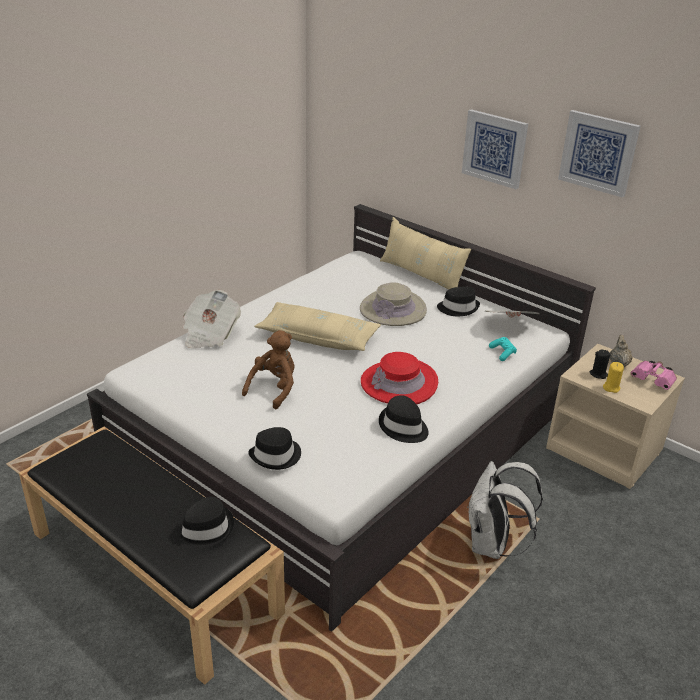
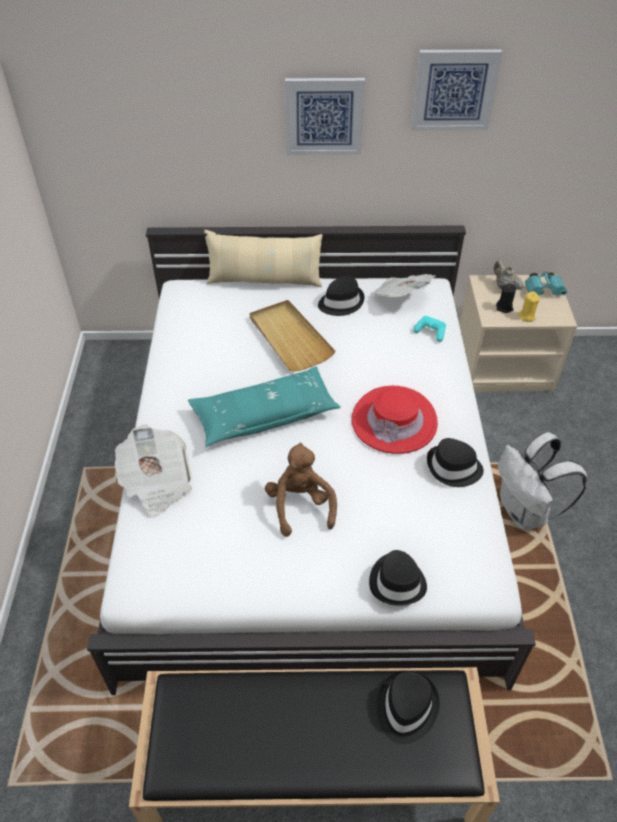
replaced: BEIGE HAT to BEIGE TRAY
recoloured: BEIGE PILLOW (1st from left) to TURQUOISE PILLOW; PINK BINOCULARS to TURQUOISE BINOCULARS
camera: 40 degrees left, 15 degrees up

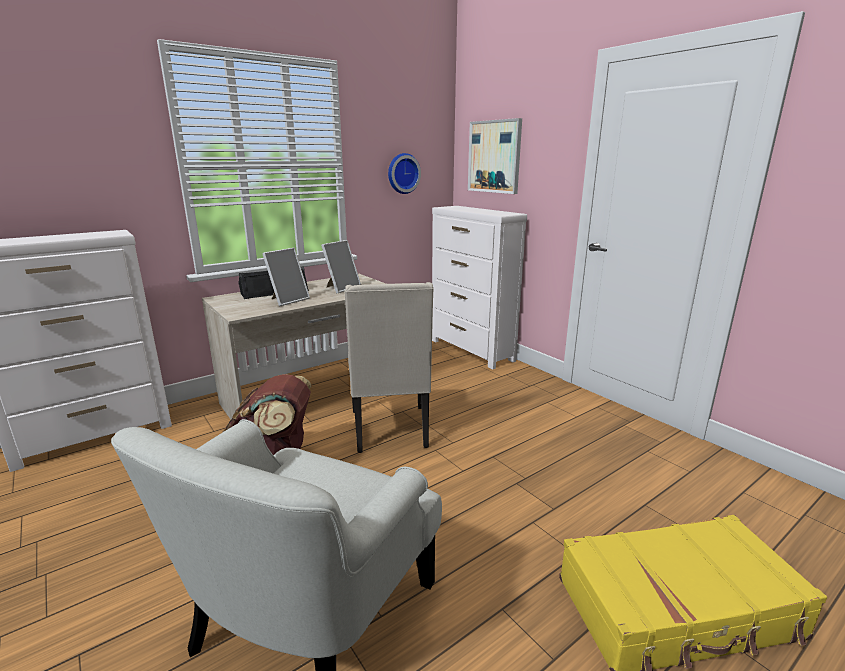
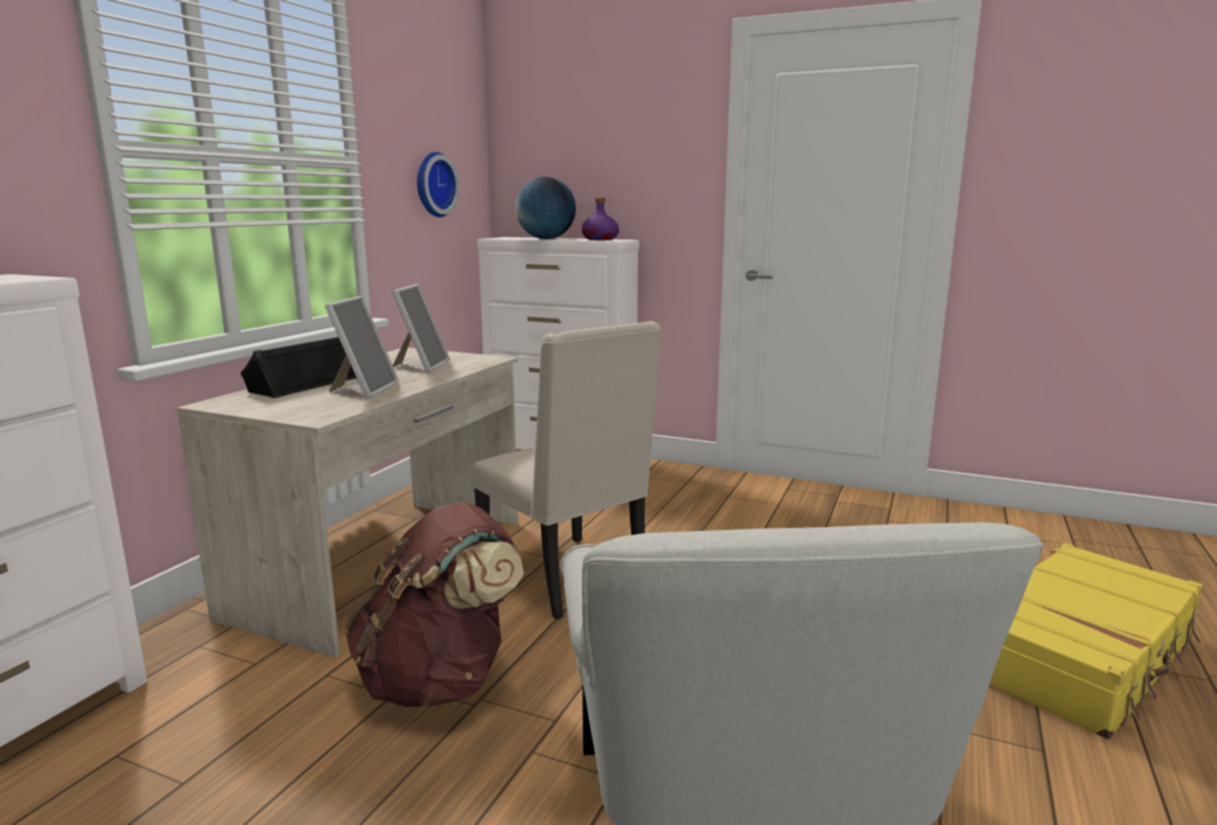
removed: PICTURE
added: GLOBE; PURPLE BOTTLE
camera: 30 degrees left, 5 degrees down

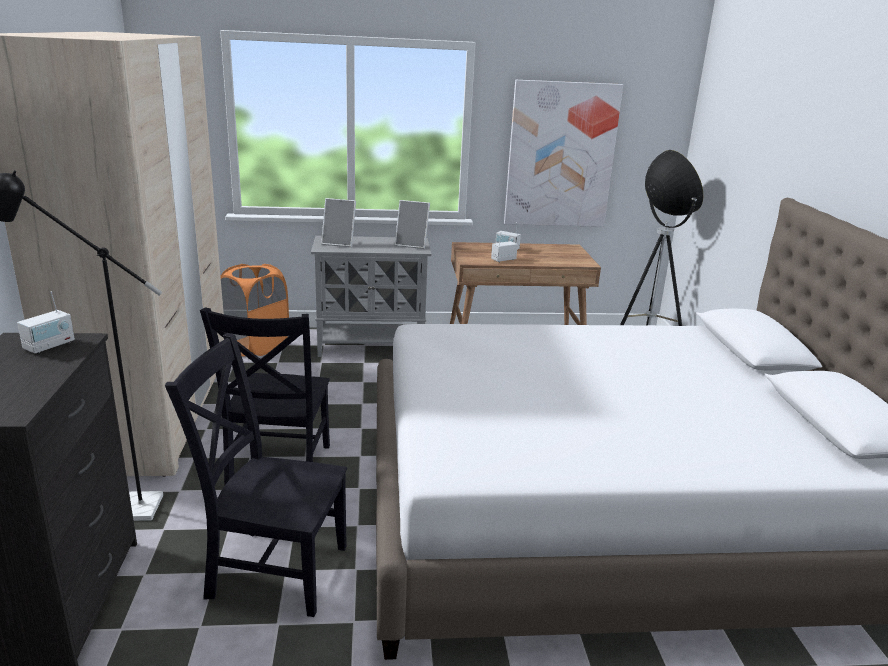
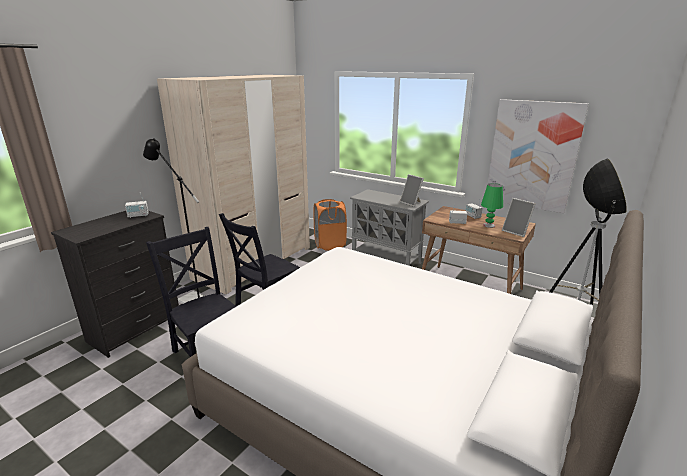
added: GREEN TABLE LAMP
moved: PICTURE FRAME (1st from left in the first image) to PICTURE FRAME (2nd from left)
camera: 40 degrees right, 0 degrees up

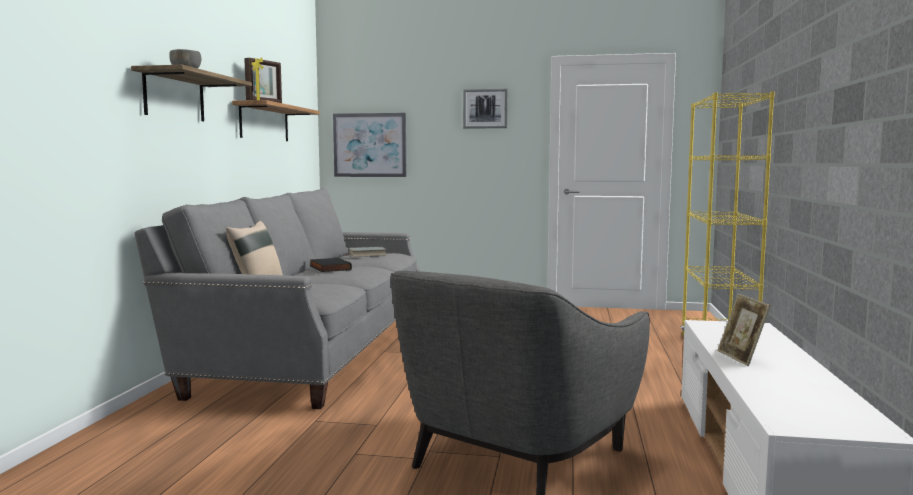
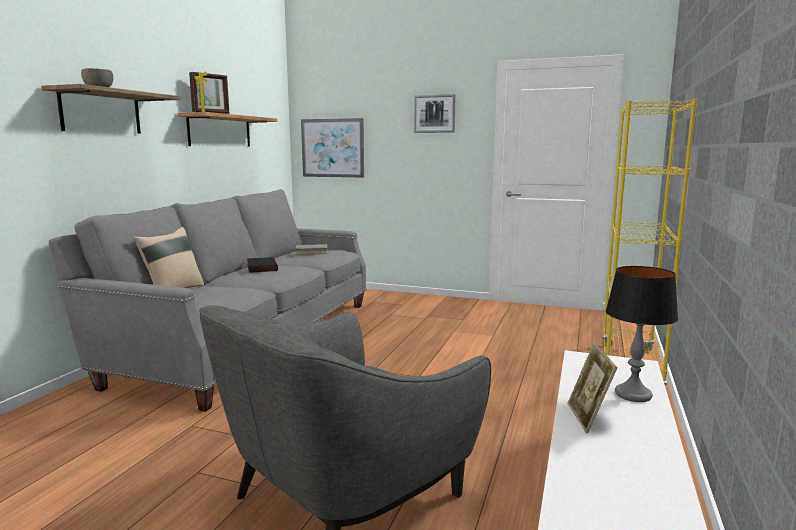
added: TABLE LAMP
camera: 10 degrees right, 5 degrees up

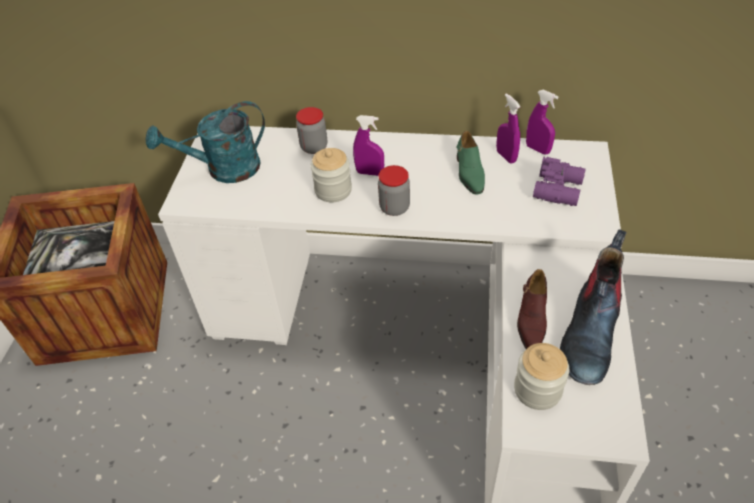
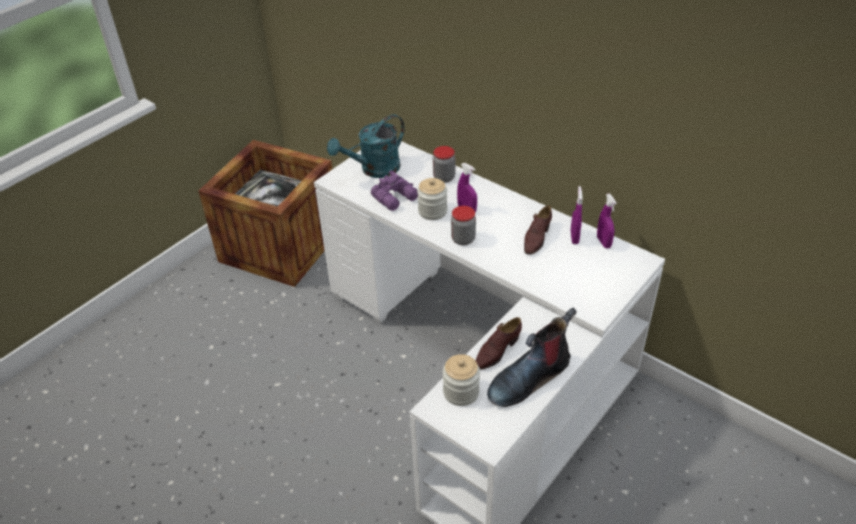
moved: PURPLE BINOCULARS
recoloured: GREEN SHOE to BROWN SHOE (2nd from left)
turned: TURQUOISE WATERING CAN 45 degrees counterclockwise
camera: 30 degrees right, 5 degrees down

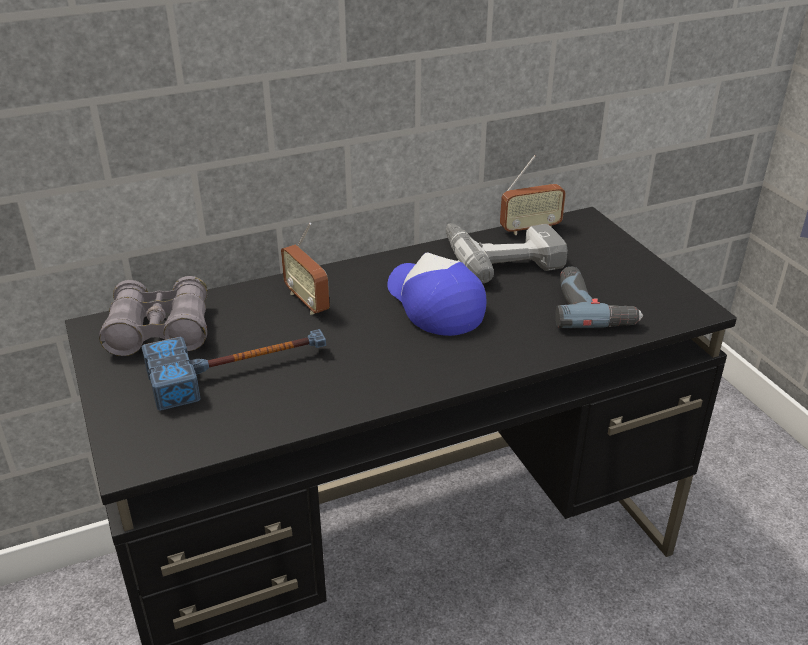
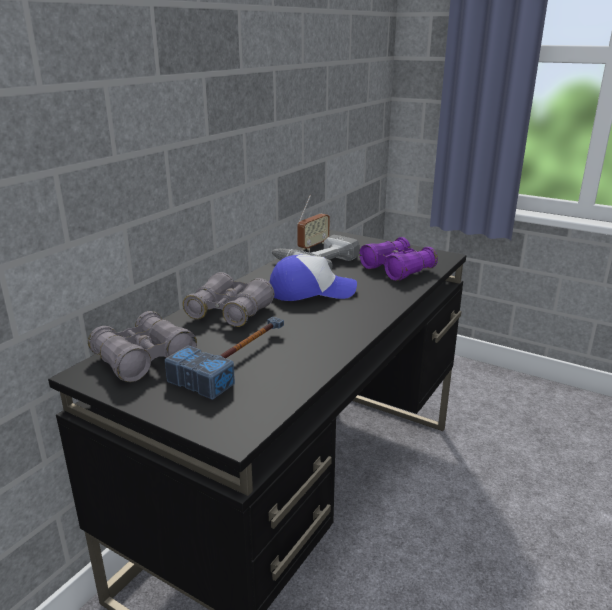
replaced: RADIO (1st from left) to GREY BINOCULARS (2nd from left); POWER DRILL (2nd from left) to PURPLE BINOCULARS
turned: CAP 150 degrees clockwise
camera: 35 degrees left, 10 degrees down

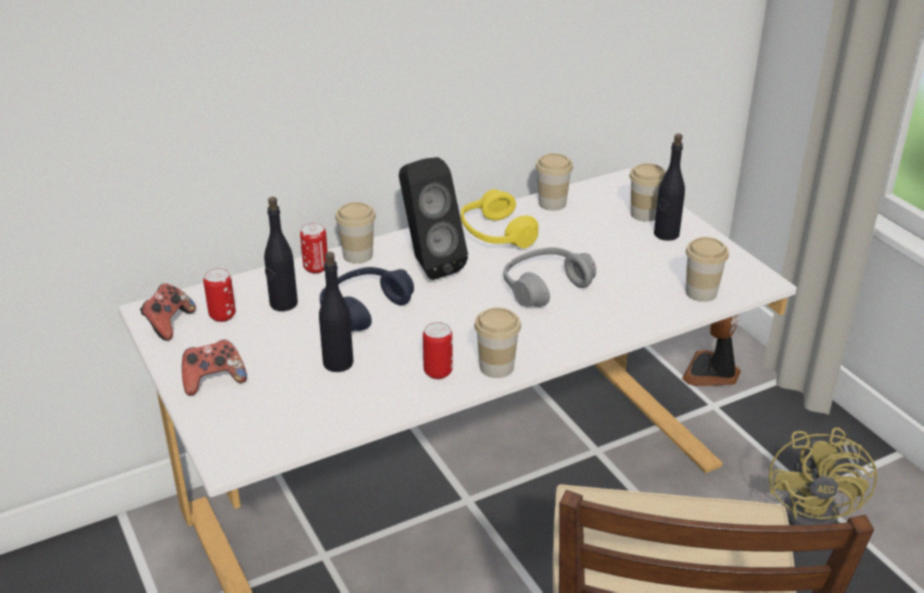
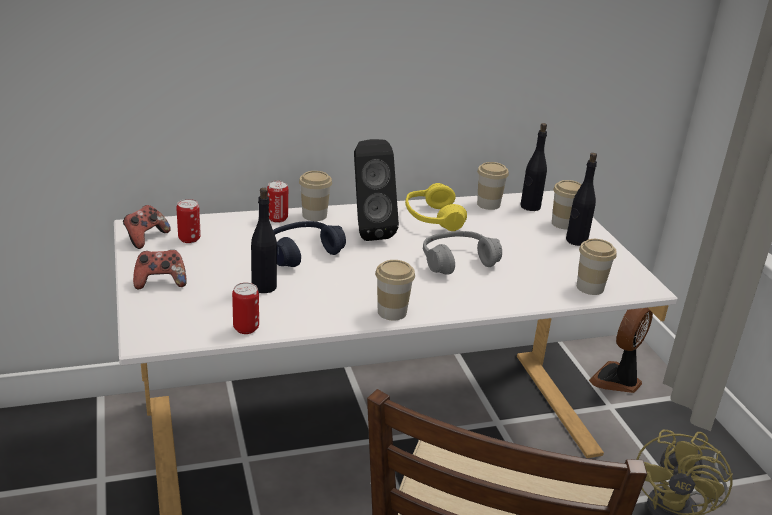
moved: BLACK BOTTLE (1st from left in the first image) to BLACK BOTTLE (2nd from left); CAN (3rd from left in the first image) to CAN (2nd from left)
camera: 10 degrees right, 5 degrees down

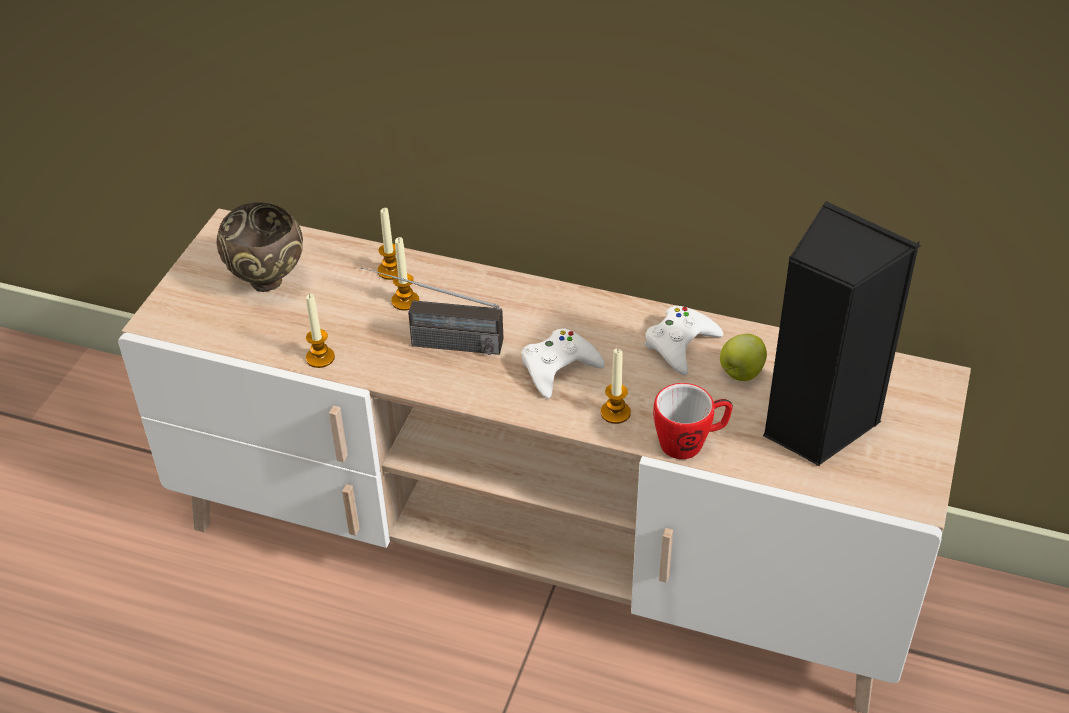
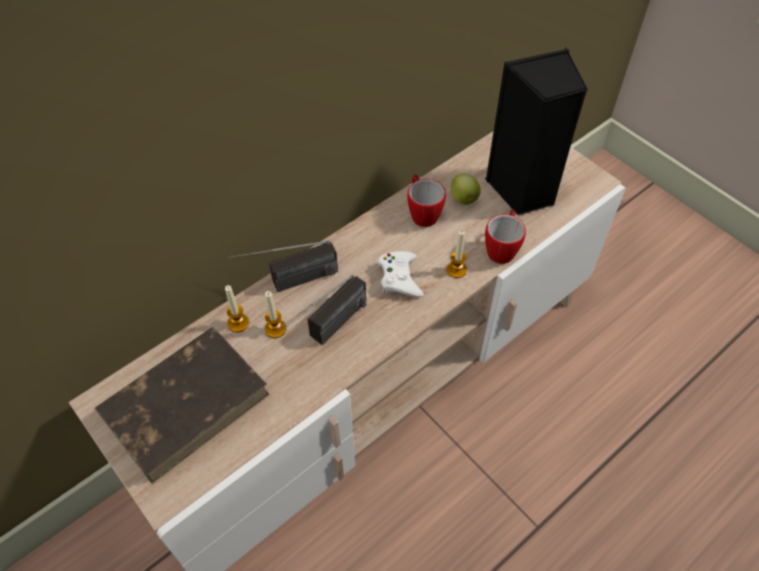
removed: CANDLE (1st from left)
added: RADIO (1st from left)
replaced: BROWN BOWL to BROWN BOOK; WHITE GAME CONTROLLER (2nd from left) to MUG (1st from left)
camera: 60 degrees left, 10 degrees up

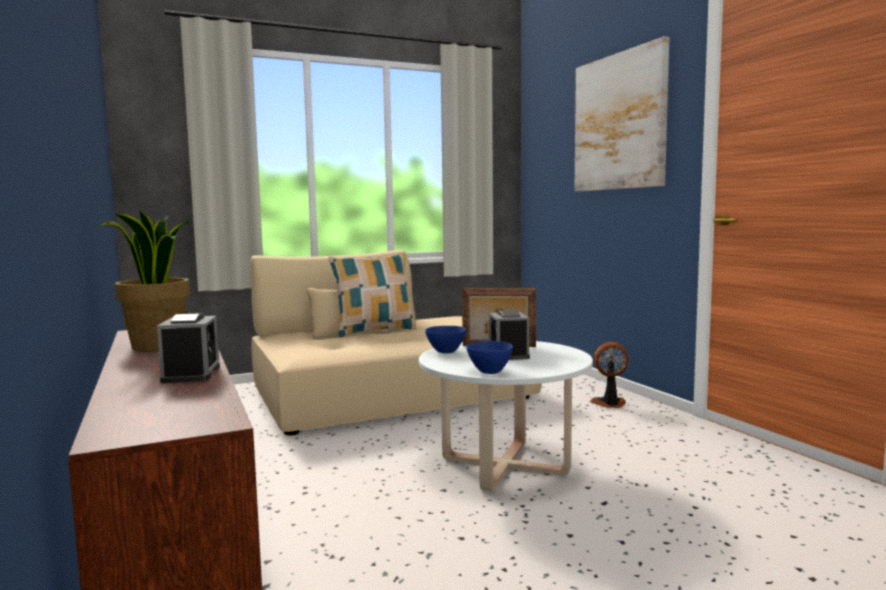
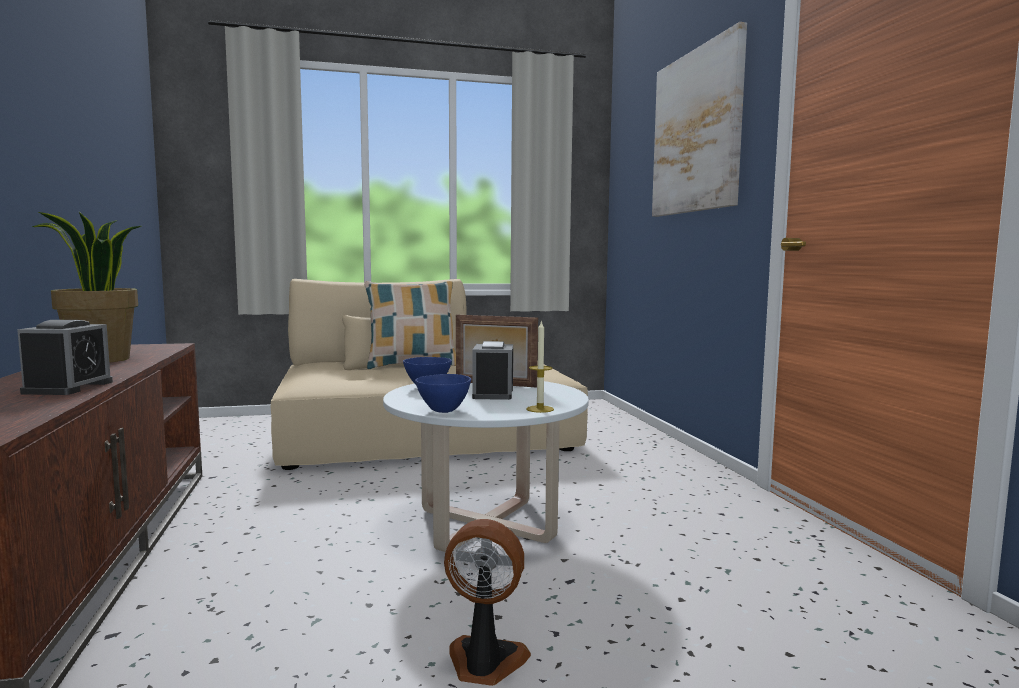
added: CANDLE
moved: FAN
camera: 10 degrees right, 0 degrees up

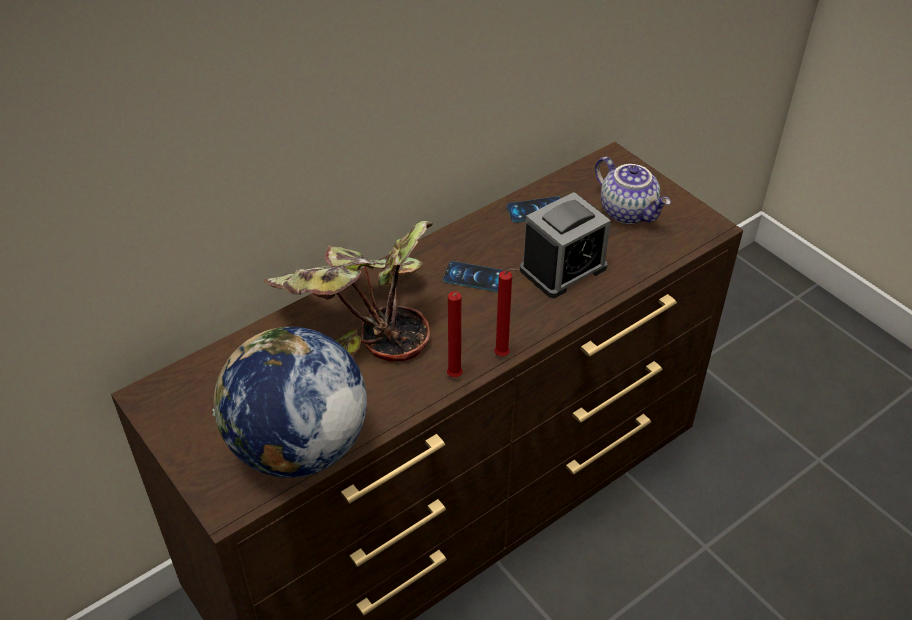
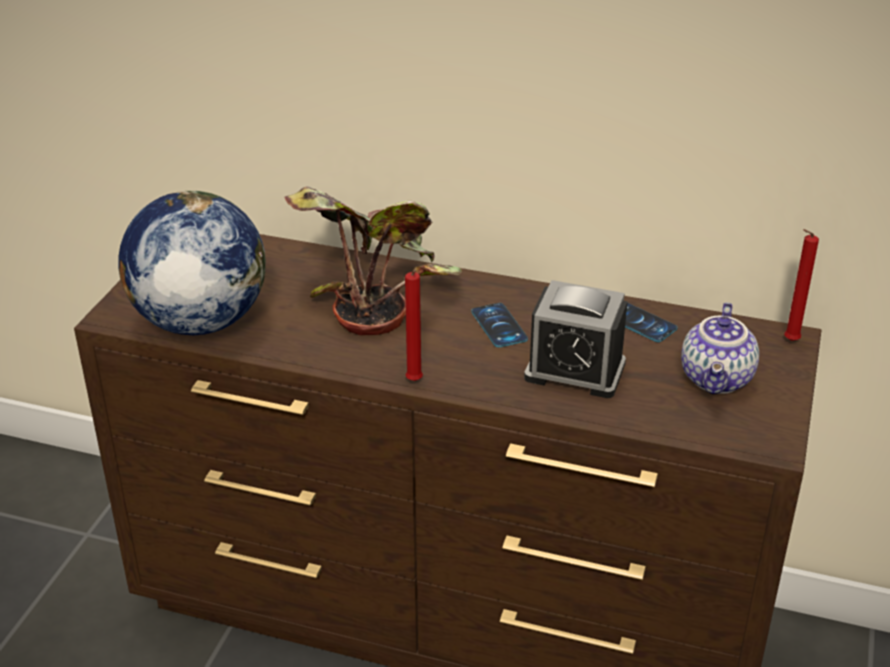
moved: RED CANDLE (1st from left in the first image) to RED CANDLE (2nd from left)
camera: 55 degrees right, 10 degrees down

